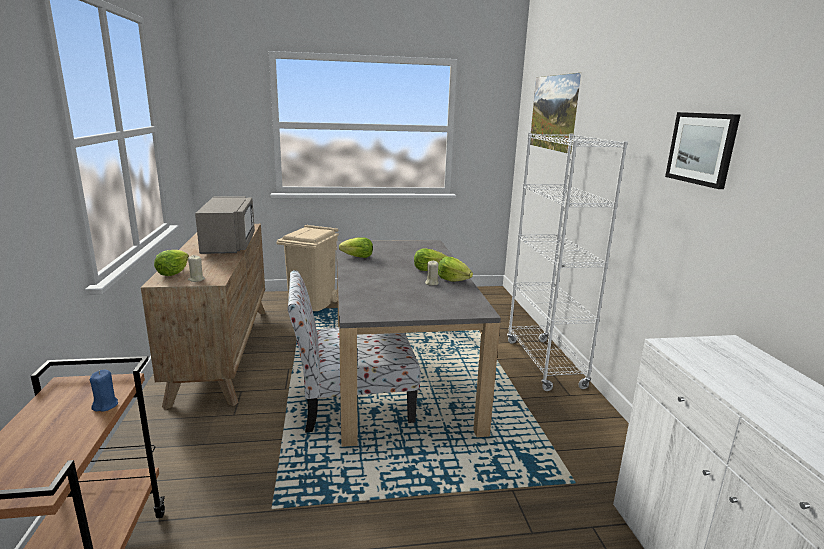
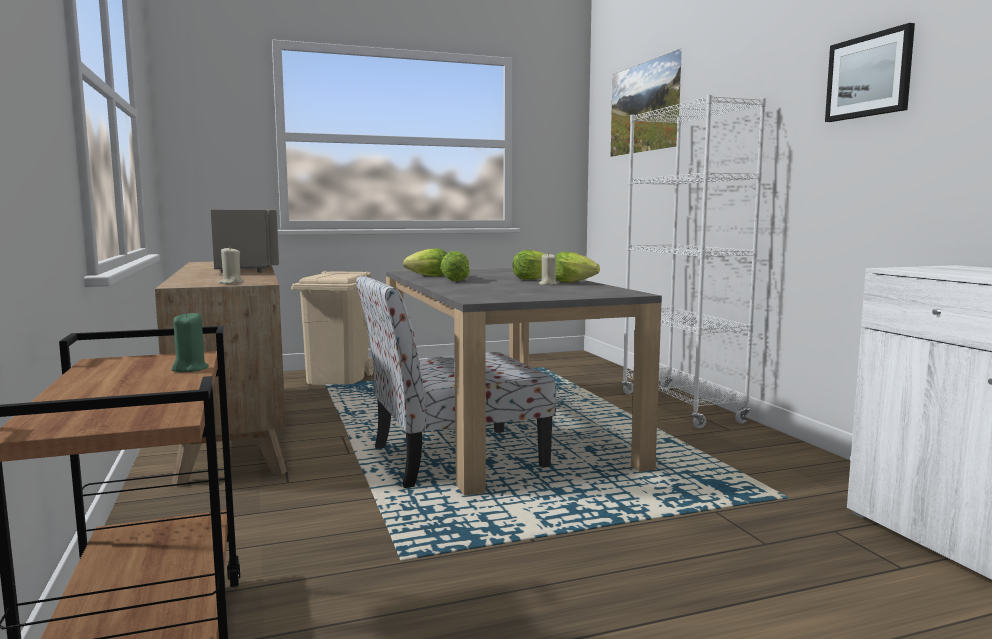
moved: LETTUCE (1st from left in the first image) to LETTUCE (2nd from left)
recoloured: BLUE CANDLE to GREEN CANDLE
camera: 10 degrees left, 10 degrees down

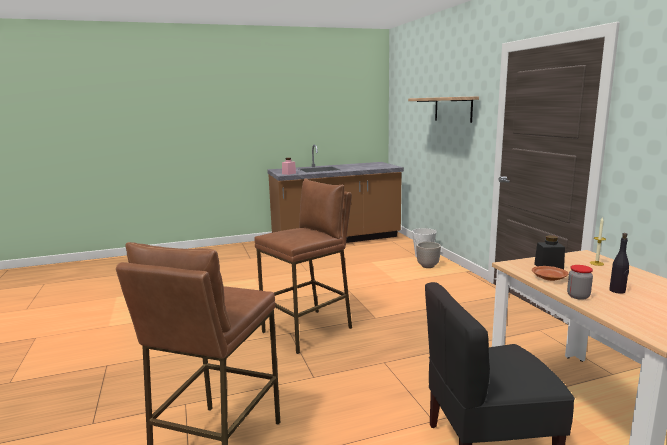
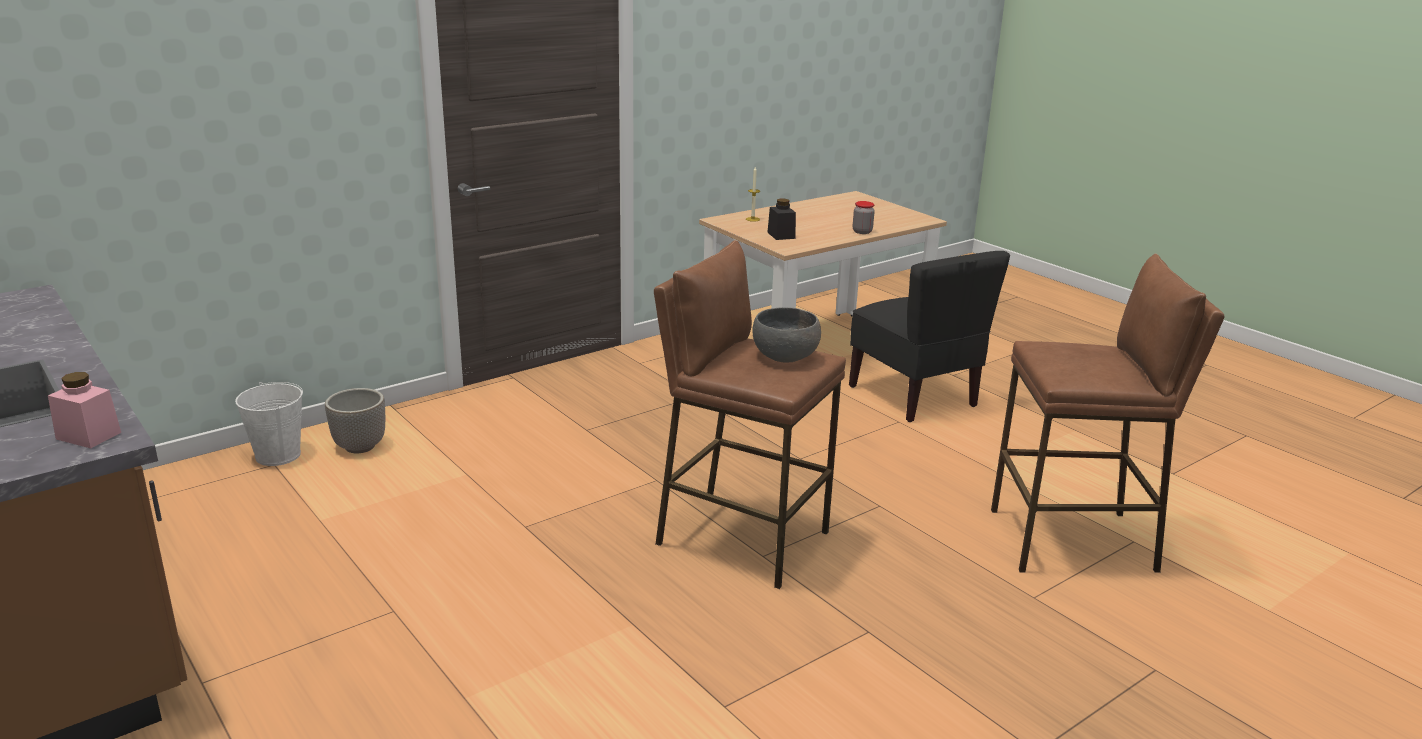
removed: SHELF; BROWN PLATE; BLACK BOTTLE
added: GREY BOWL
camera: 110 degrees left, 10 degrees up

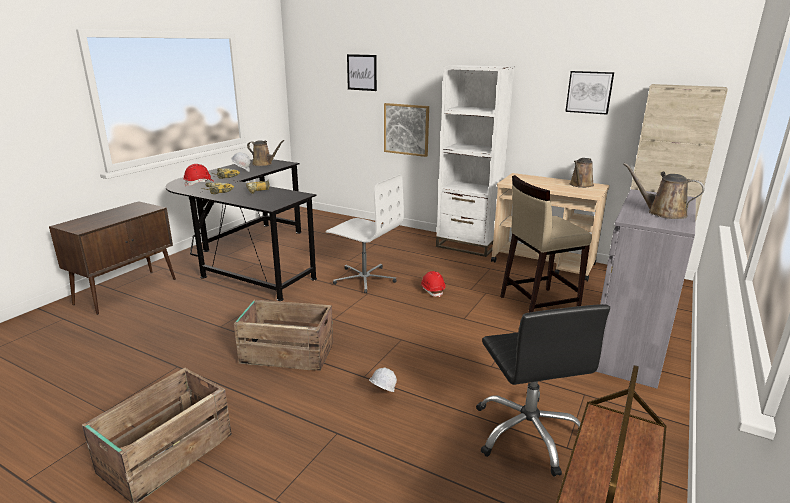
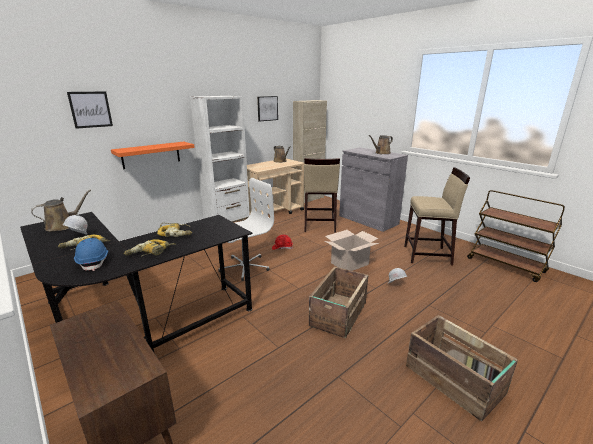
added: CARDBOARD BOX
replaced: PICTURE (2nd from left) to ORANGE SHELF; BLACK OFFICE CHAIR to BEIGE STOOL (2nd from left)
recoloured: RED HARD HAT (1st from left) to BLUE HARD HAT
camera: 70 degrees left, 0 degrees up

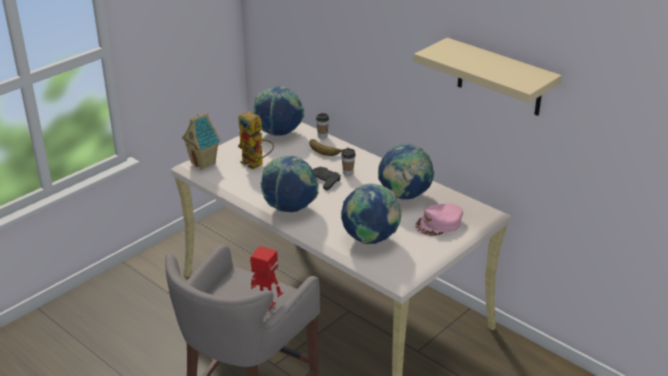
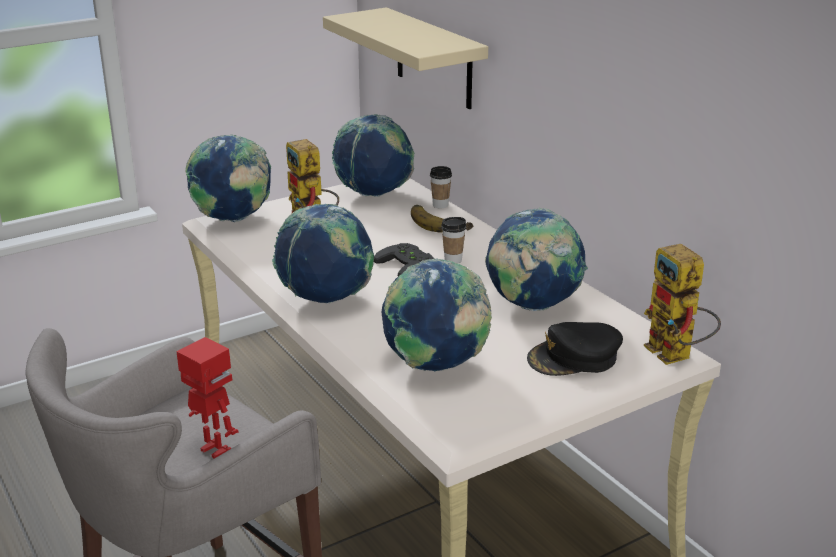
added: TOY ROBOT (3rd from left)
moved: BEIGE SHELF
replaced: TOY HOUSE to GLOBE (1st from left)
recoloured: PINK CAP to BLACK CAP
camera: 15 degrees right, 5 degrees down

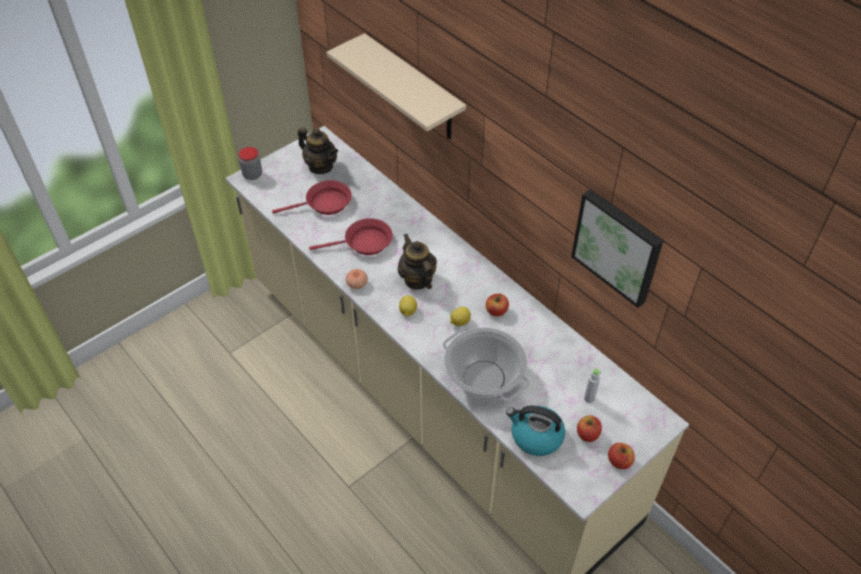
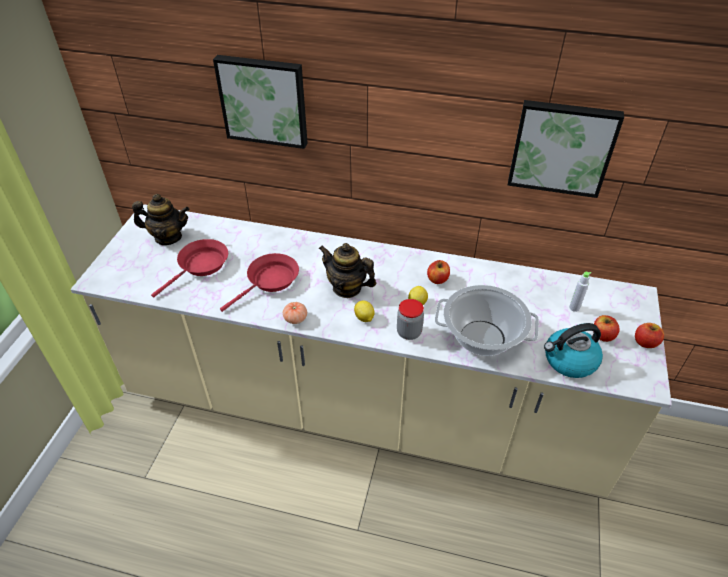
moved: JAR
replaced: BEIGE SHELF to PICTURE (1st from left)
camera: 35 degrees left, 5 degrees down

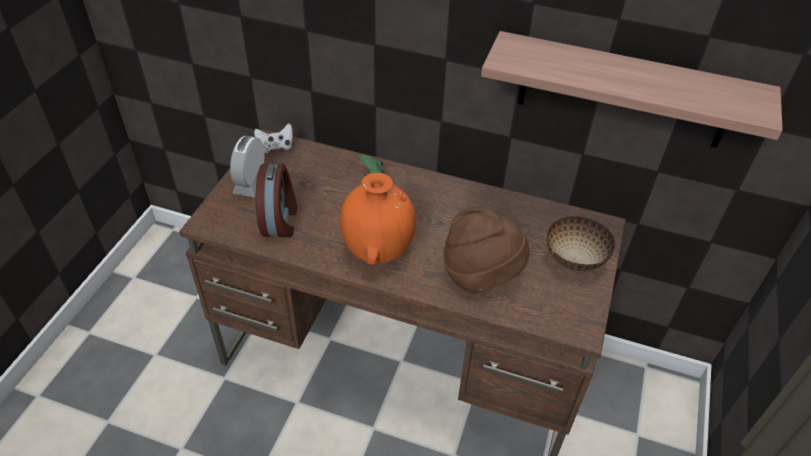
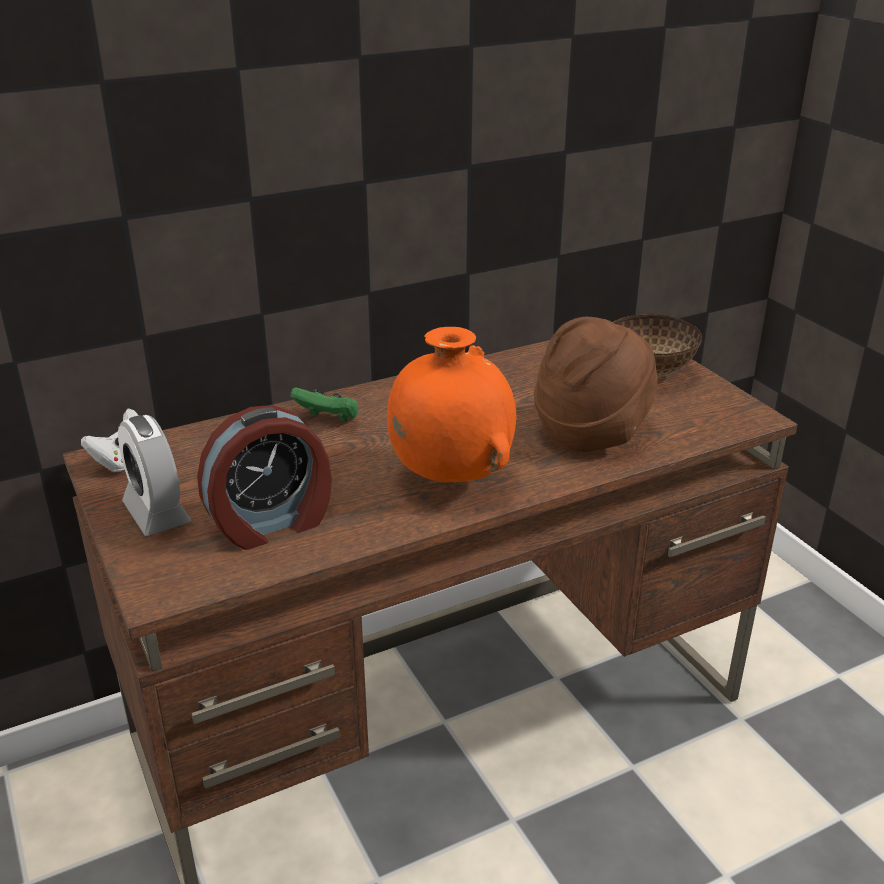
removed: SHELF
turned: ALARM CLOCK (2nd from left) 105 degrees clockwise
camera: 45 degrees left, 15 degrees down

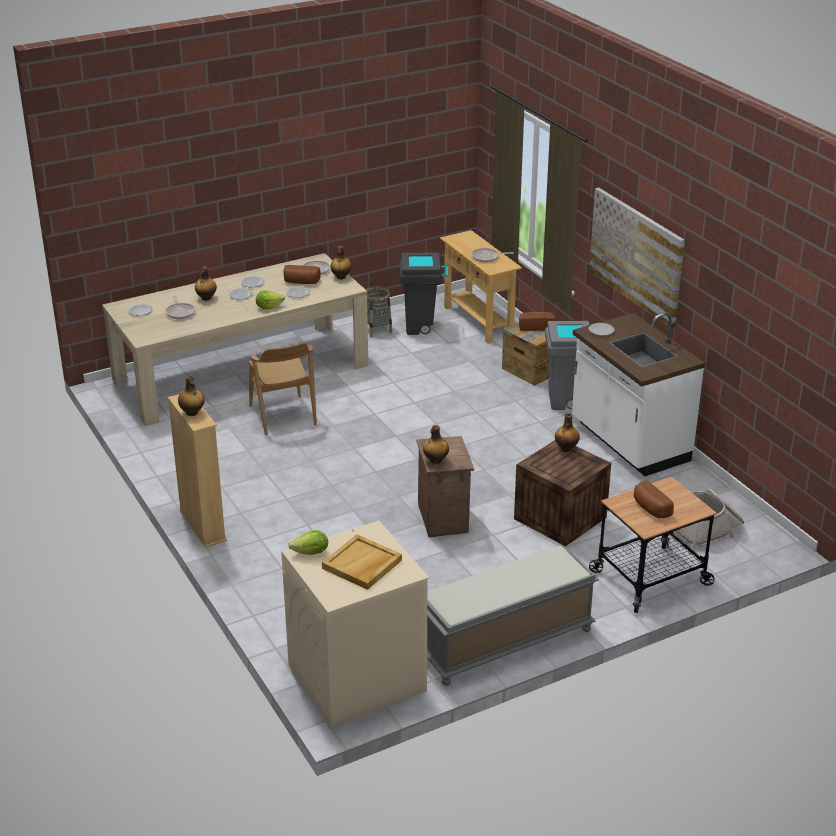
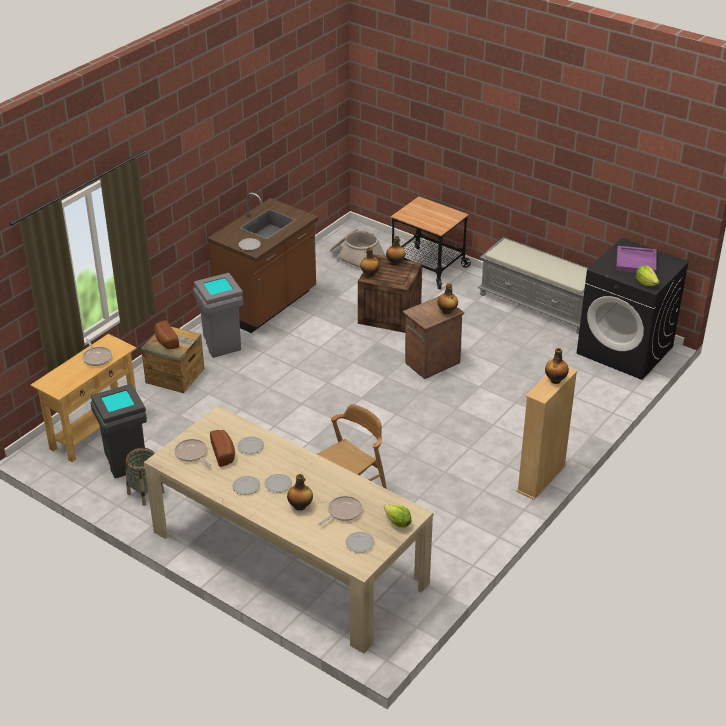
removed: PICTURE; BREAD (3rd from left)
moved: LETTUCE (1st from left); BOTTLE (3rd from left)
recoloured: BEIGE WASHING MACHINE to BLACK WASHING MACHINE; BEIGE TRAY to PURPLE TRAY; WHITE COUNTER to BROWN COUNTER
camera: 115 degrees left, 5 degrees up

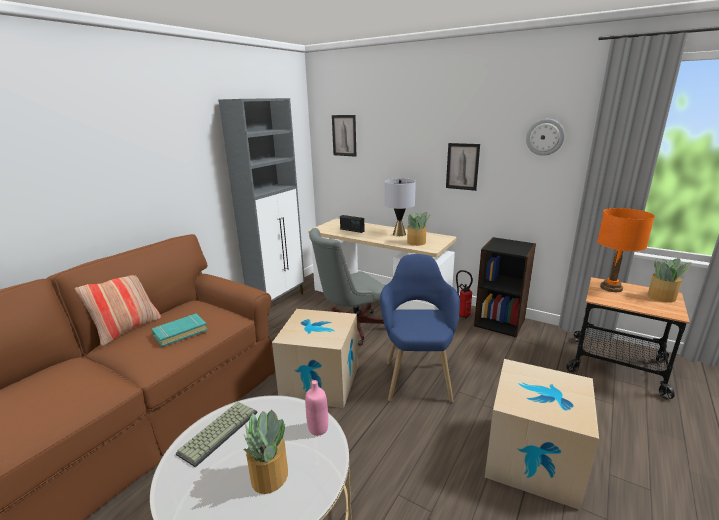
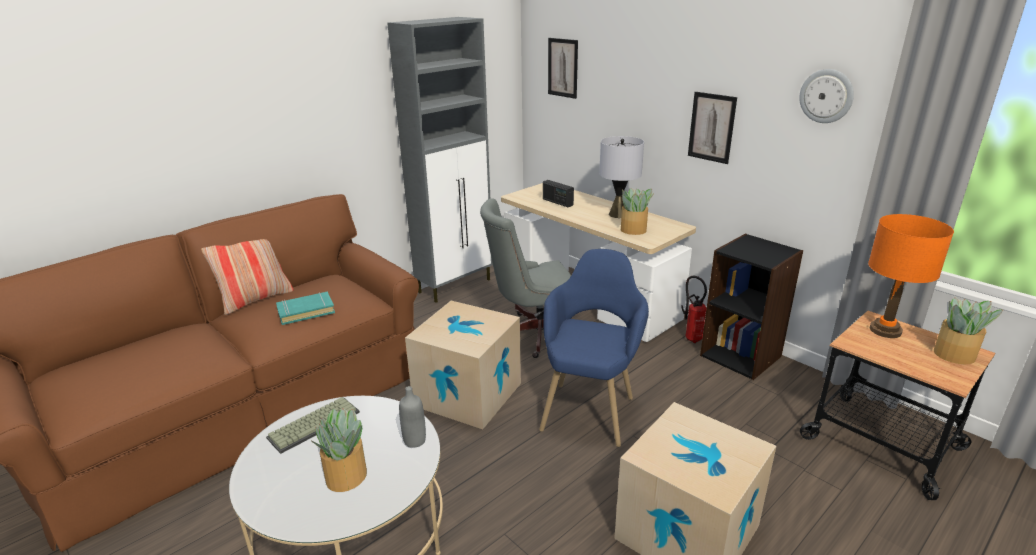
recoloured: PINK BOTTLE to GREY BOTTLE
camera: 15 degrees right, 5 degrees up

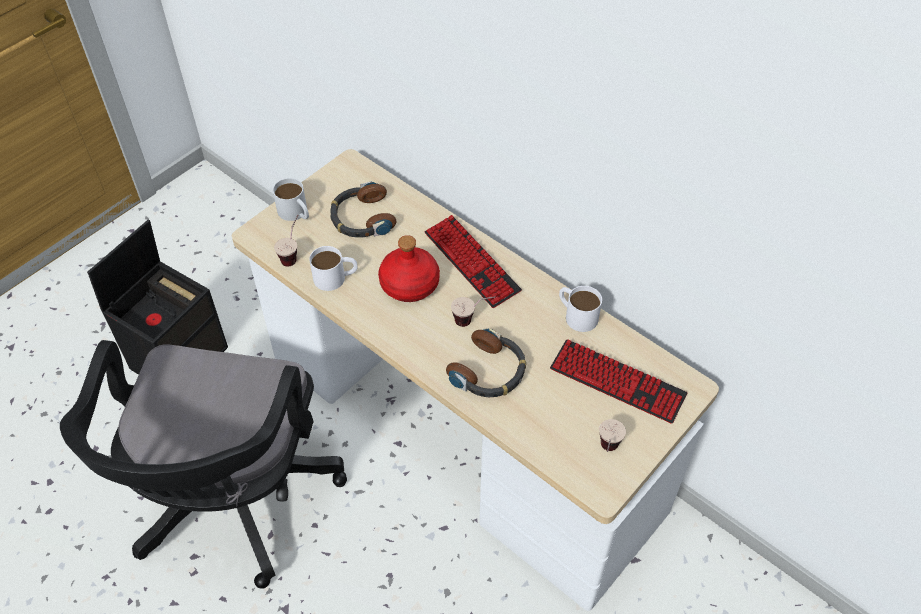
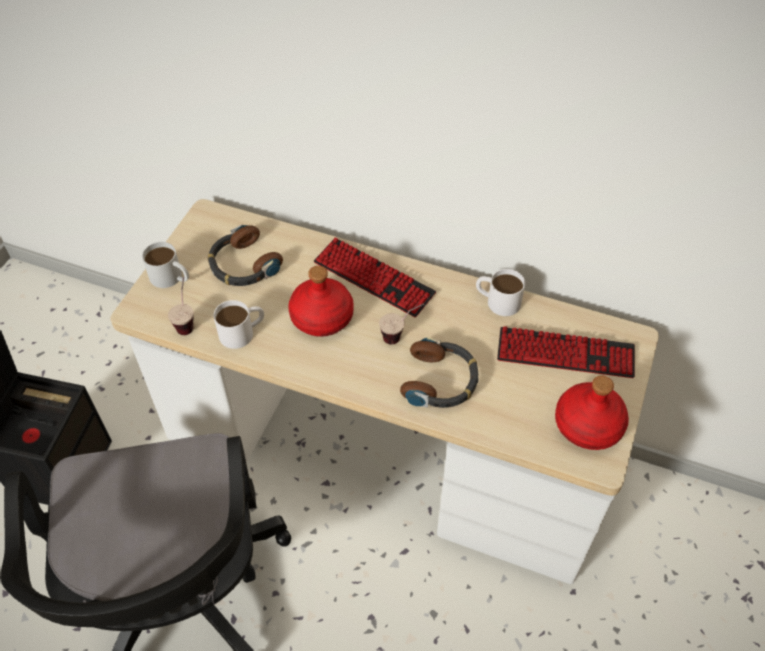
replaced: CUP (3rd from left) to RED BOTTLE (2nd from left)
camera: 20 degrees left, 0 degrees up

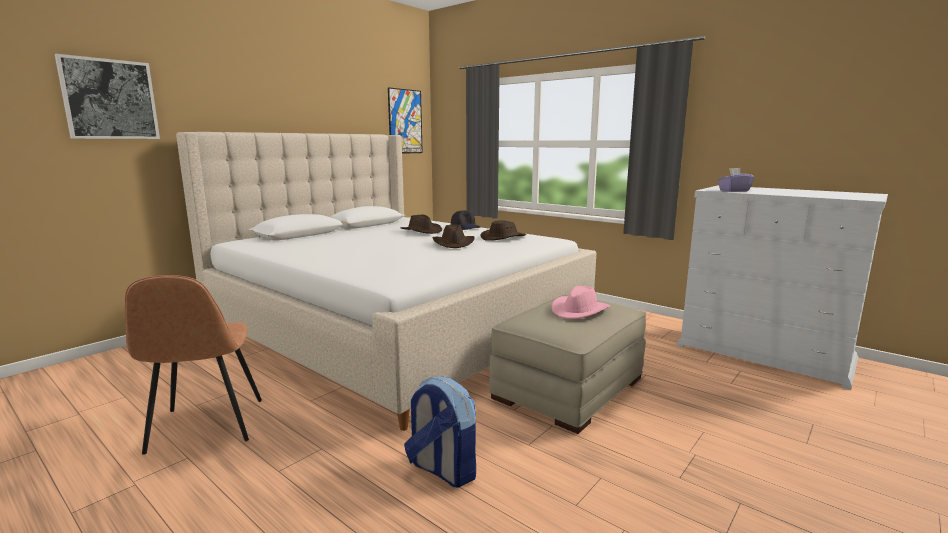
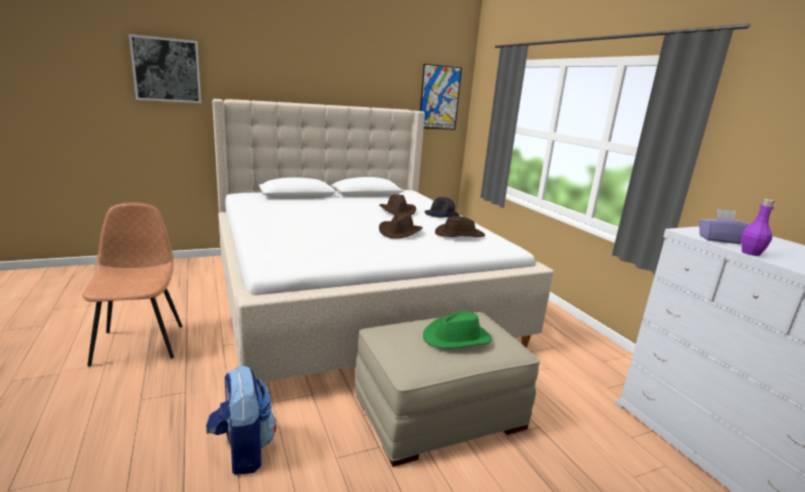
added: PURPLE BOTTLE
recoloured: PINK HAT to GREEN HAT
turned: BROWN CHAIR 150 degrees clockwise
camera: 25 degrees right, 5 degrees up

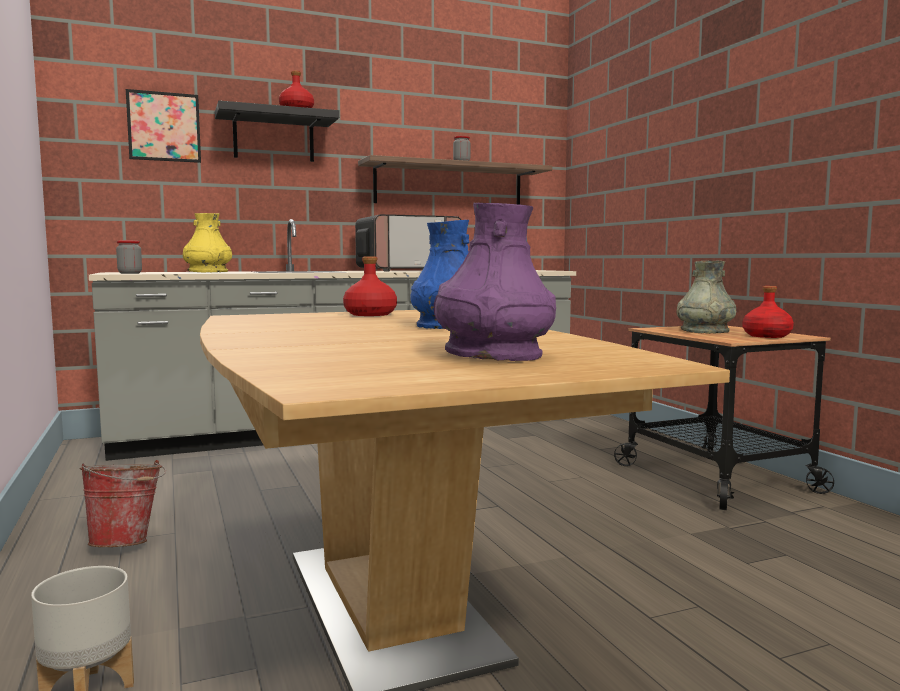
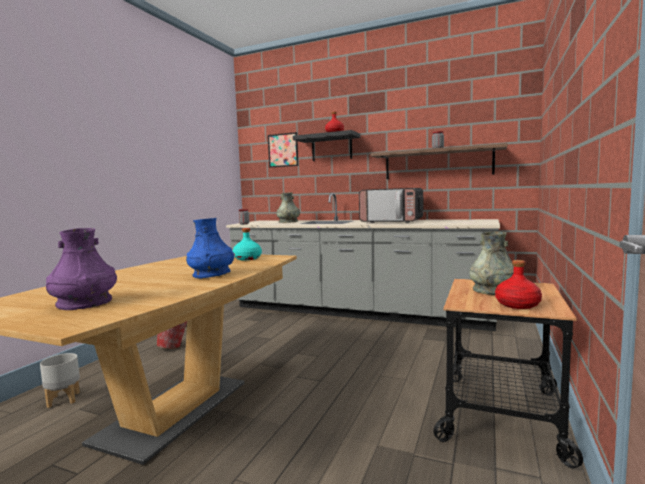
recoloured: YELLOW VASE to GREY VASE (1st from left); RED BOTTLE (2nd from left) to TURQUOISE BOTTLE
camera: 45 degrees right, 0 degrees up

